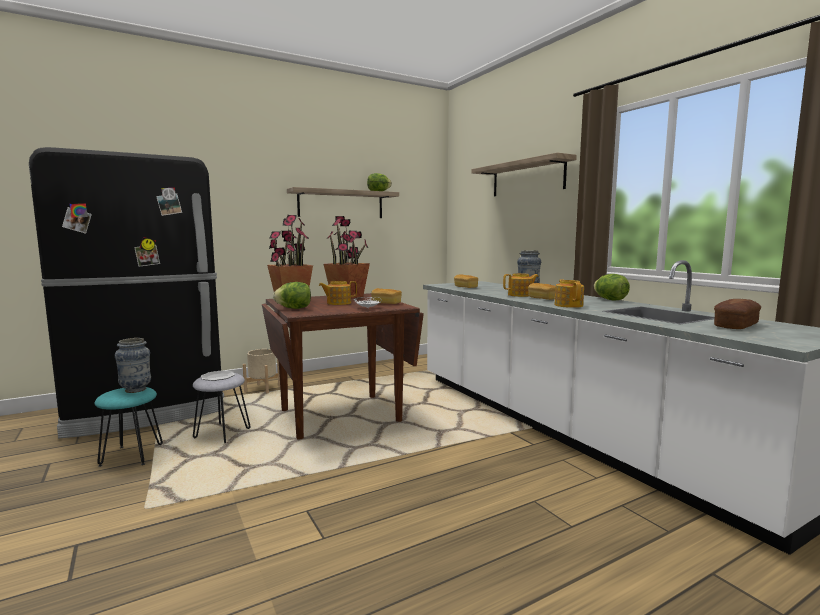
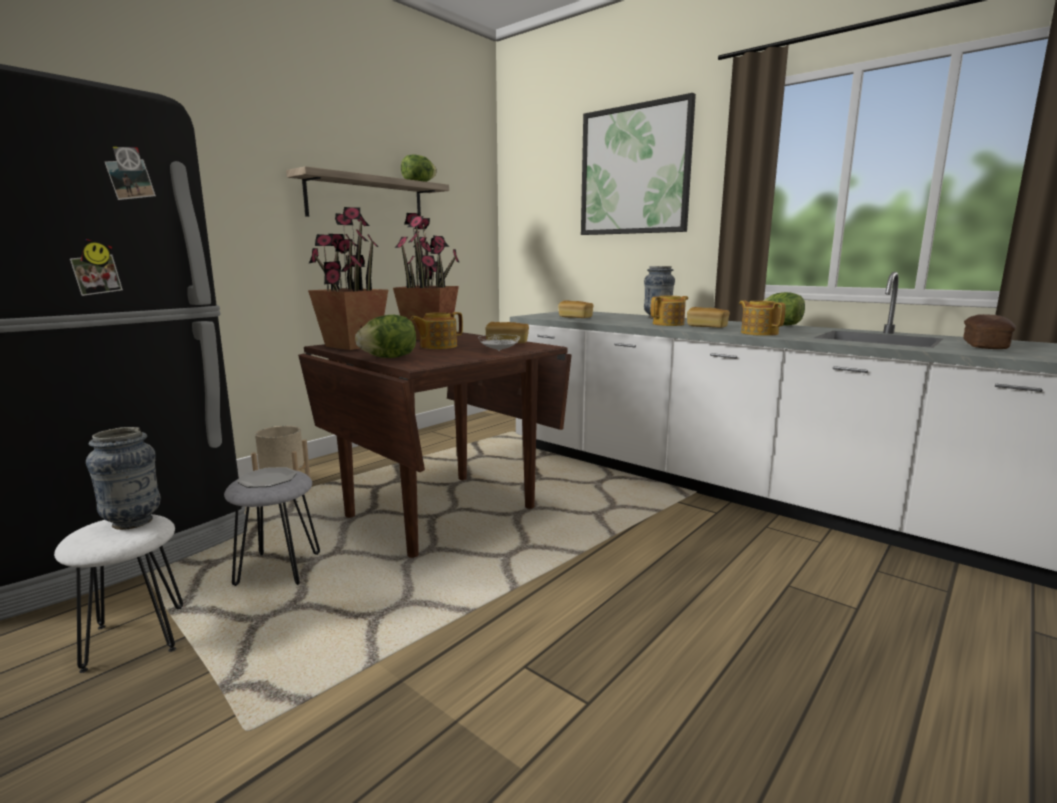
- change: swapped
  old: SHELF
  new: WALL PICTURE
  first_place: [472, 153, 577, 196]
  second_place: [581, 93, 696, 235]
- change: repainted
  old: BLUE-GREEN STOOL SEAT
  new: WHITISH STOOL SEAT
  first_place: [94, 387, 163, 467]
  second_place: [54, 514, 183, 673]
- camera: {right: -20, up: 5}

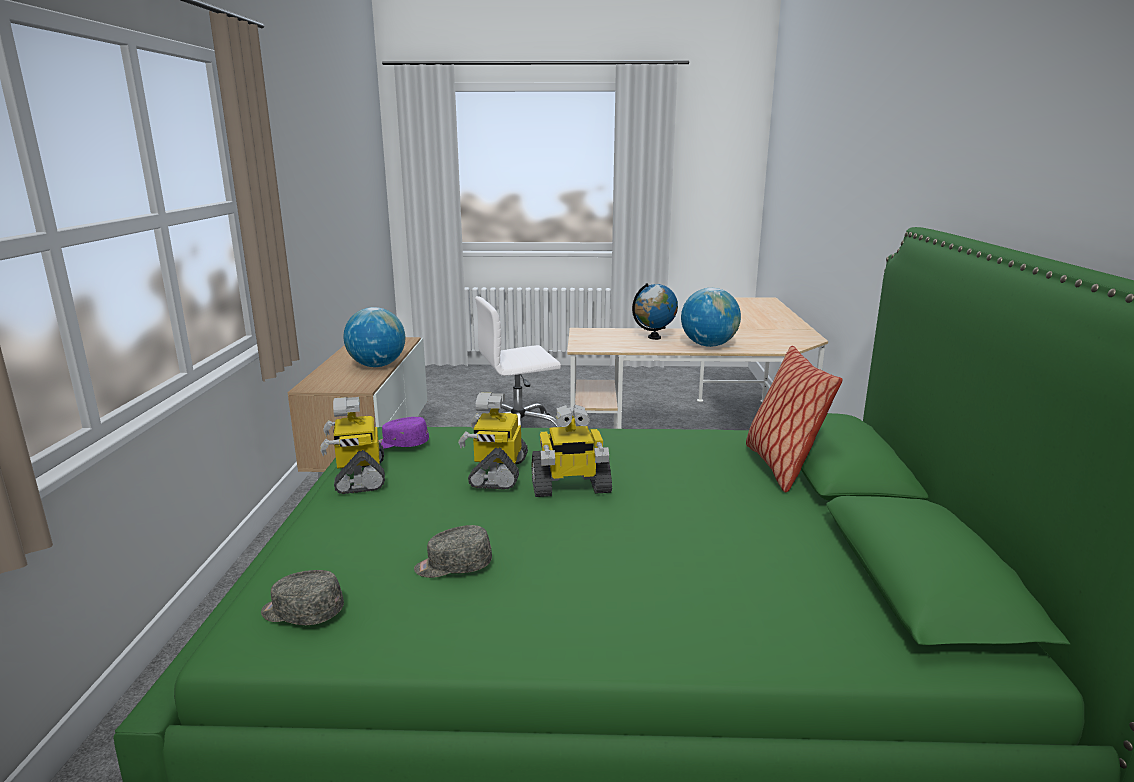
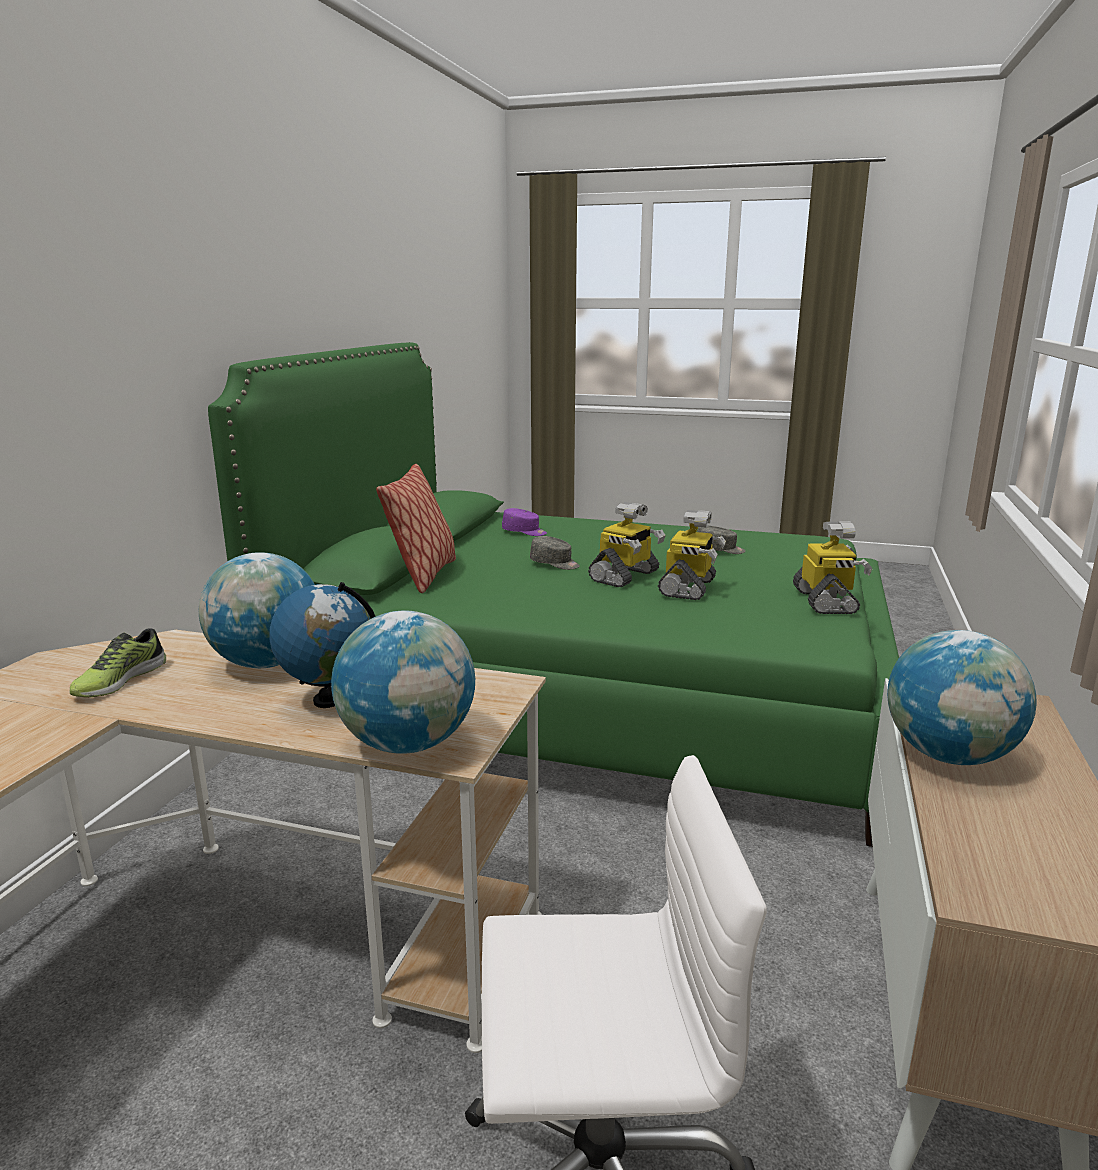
- change: new
  new: LOW SHOE
  second_place: [69, 628, 166, 697]
- change: new
  new: GLOBE
  second_place: [331, 611, 475, 754]
- change: shifted
  old: GREY PEAKED CAP
  first_place: [261, 570, 344, 625]
  second_place: [530, 536, 580, 570]
- change: shifted
  old: PURPLE-COLOURED PEAKED CAP
  first_place: [378, 417, 429, 449]
  second_place: [502, 508, 547, 536]
- change: rotated
  old: TOY ROBOT
  first_place: [531, 405, 612, 497]
  second_place: [588, 502, 665, 587]
  degrees: 120
- camera: {right: -165, up: 0}

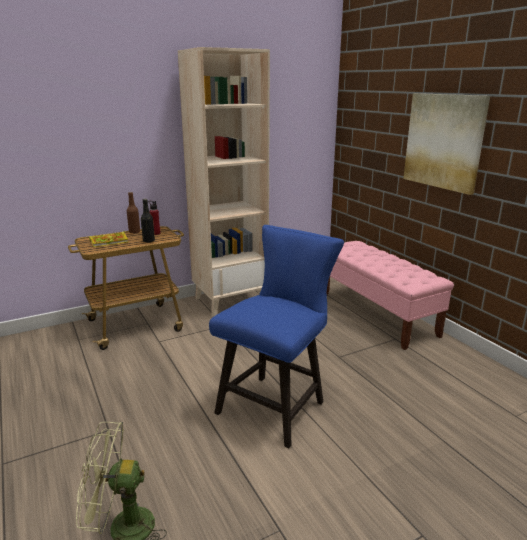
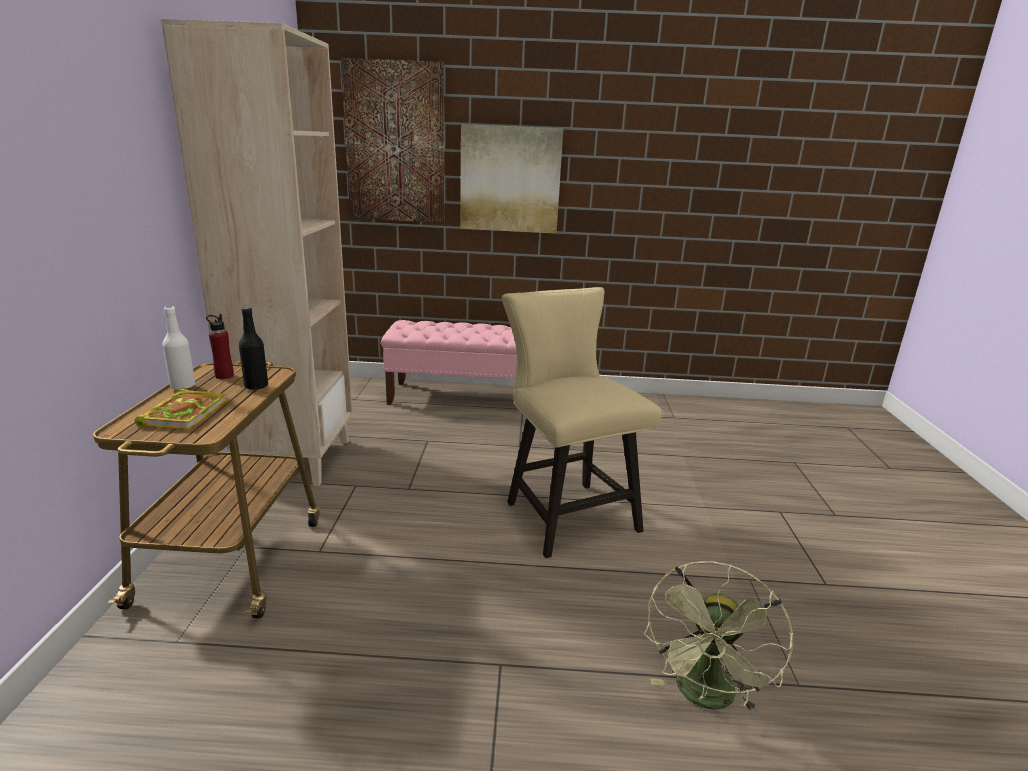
- change: new
  new: WALL PICTURE
  second_place: [341, 58, 444, 223]
- change: repainted
  old: BROWN DRINK BOTTLE
  new: WHITISH DRINK BOTTLE
  first_place: [127, 192, 140, 234]
  second_place: [162, 306, 195, 390]
- change: repainted
  old: BLUISH PLAIN CHAIR
  new: SAND-COLOURED PLAIN CHAIR
  first_place: [209, 225, 344, 448]
  second_place: [502, 287, 662, 558]
- camera: {right: -60, up: 0}

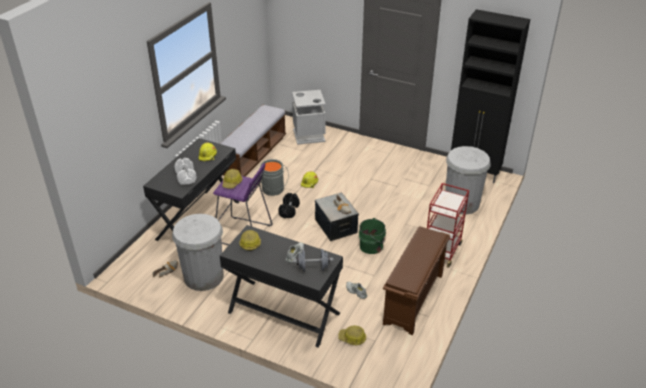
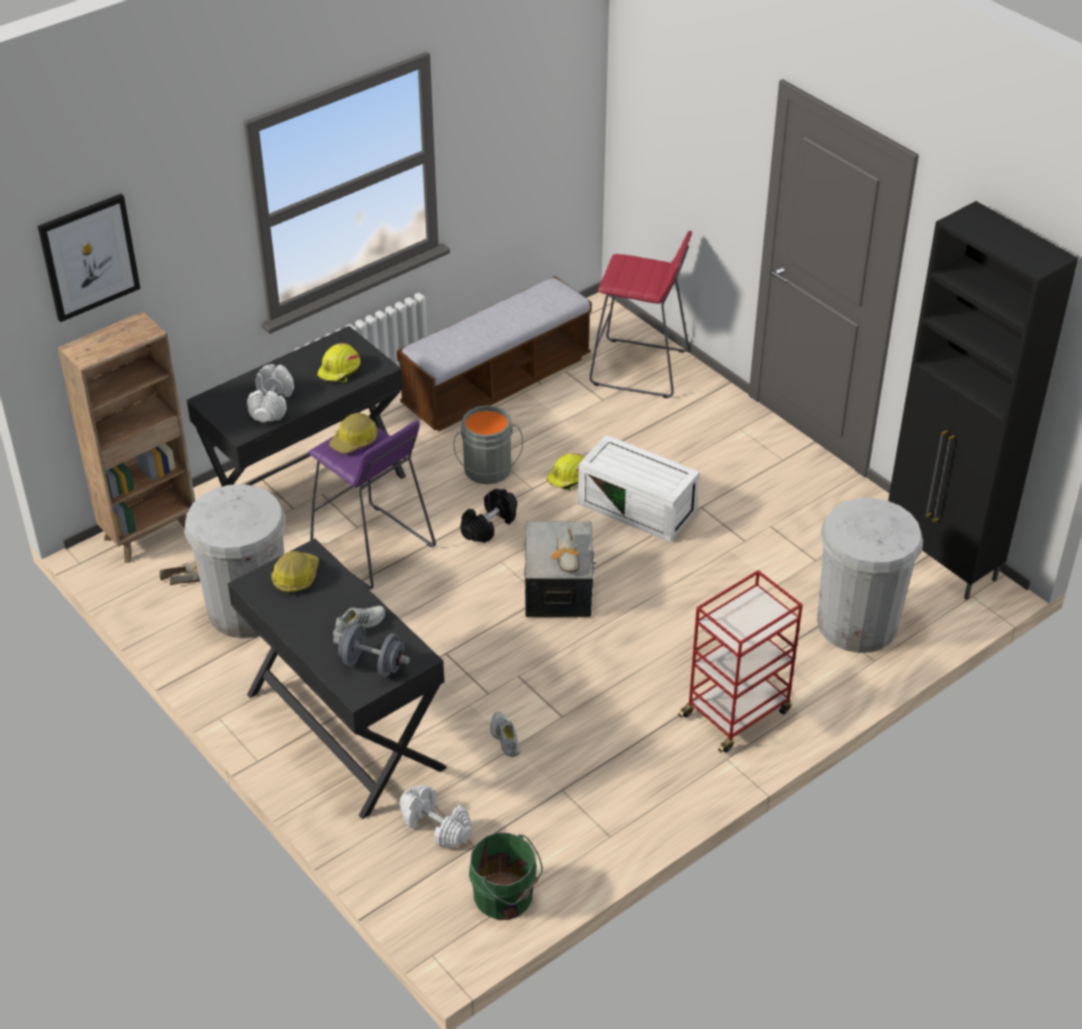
- change: gone
  old: BROWN SHOE STAND
  first_place: [383, 226, 450, 335]
- change: new
  new: WALL PICTURE
  second_place: [38, 194, 141, 322]
- change: new
  new: BROWN BOOKCASE
  second_place: [58, 311, 195, 563]
- change: new
  new: WHITISH STORAGE CONTAINER
  second_place: [578, 435, 700, 543]
- change: shifted
  old: GREEN WATER BUCKET
  first_place: [359, 218, 386, 254]
  second_place: [469, 832, 543, 920]
- change: swapped
  old: GREY RUBBISH BIN
  new: REDDISH STOOL SEAT
  first_place: [292, 90, 325, 145]
  second_place: [590, 231, 692, 398]
- change: swapped
  old: WORK HELMET
  new: WHITISH DUMBBELL
  first_place: [338, 326, 366, 346]
  second_place: [399, 785, 472, 848]
- camera: {right: 25, up: 5}

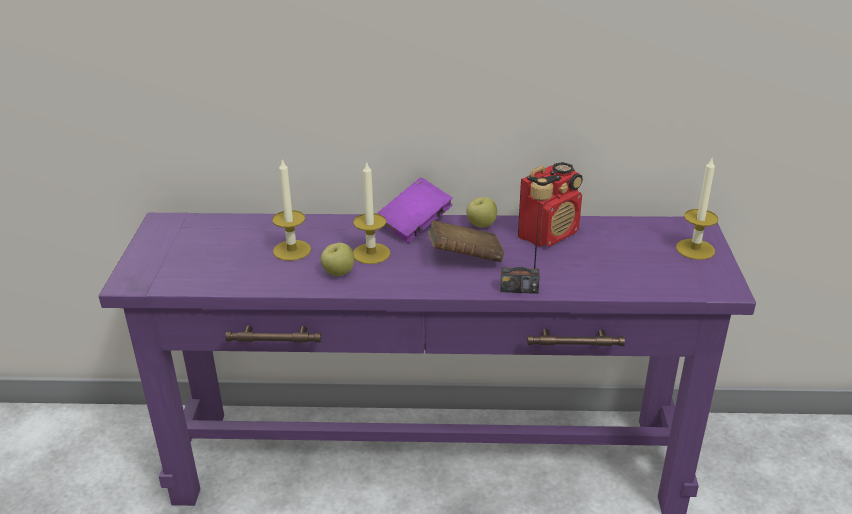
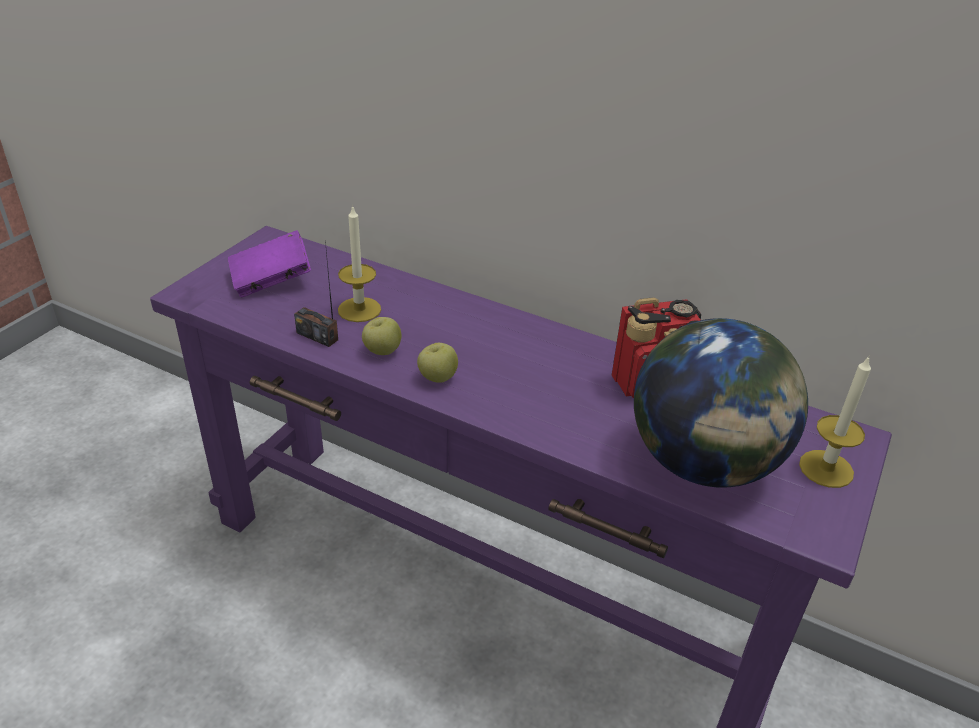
- change: gone
  old: WAX LIGHT
  first_place: [353, 161, 390, 264]
- change: gone
  old: BROWN BOUND BOOK
  first_place: [428, 220, 504, 262]
- change: new
  new: GLOBE
  second_place: [634, 318, 808, 488]
- change: shifted
  old: PURPLE-COLOURED BOUND BOOK
  first_place: [376, 177, 453, 243]
  second_place: [228, 230, 311, 297]
- change: shifted
  old: APPLE FRUIT
  first_place: [466, 197, 497, 228]
  second_place: [417, 343, 458, 383]
- change: shifted
  old: RADIO SET
  first_place: [500, 197, 540, 294]
  second_place: [294, 241, 338, 347]
- camera: {right: 25, up: 5}

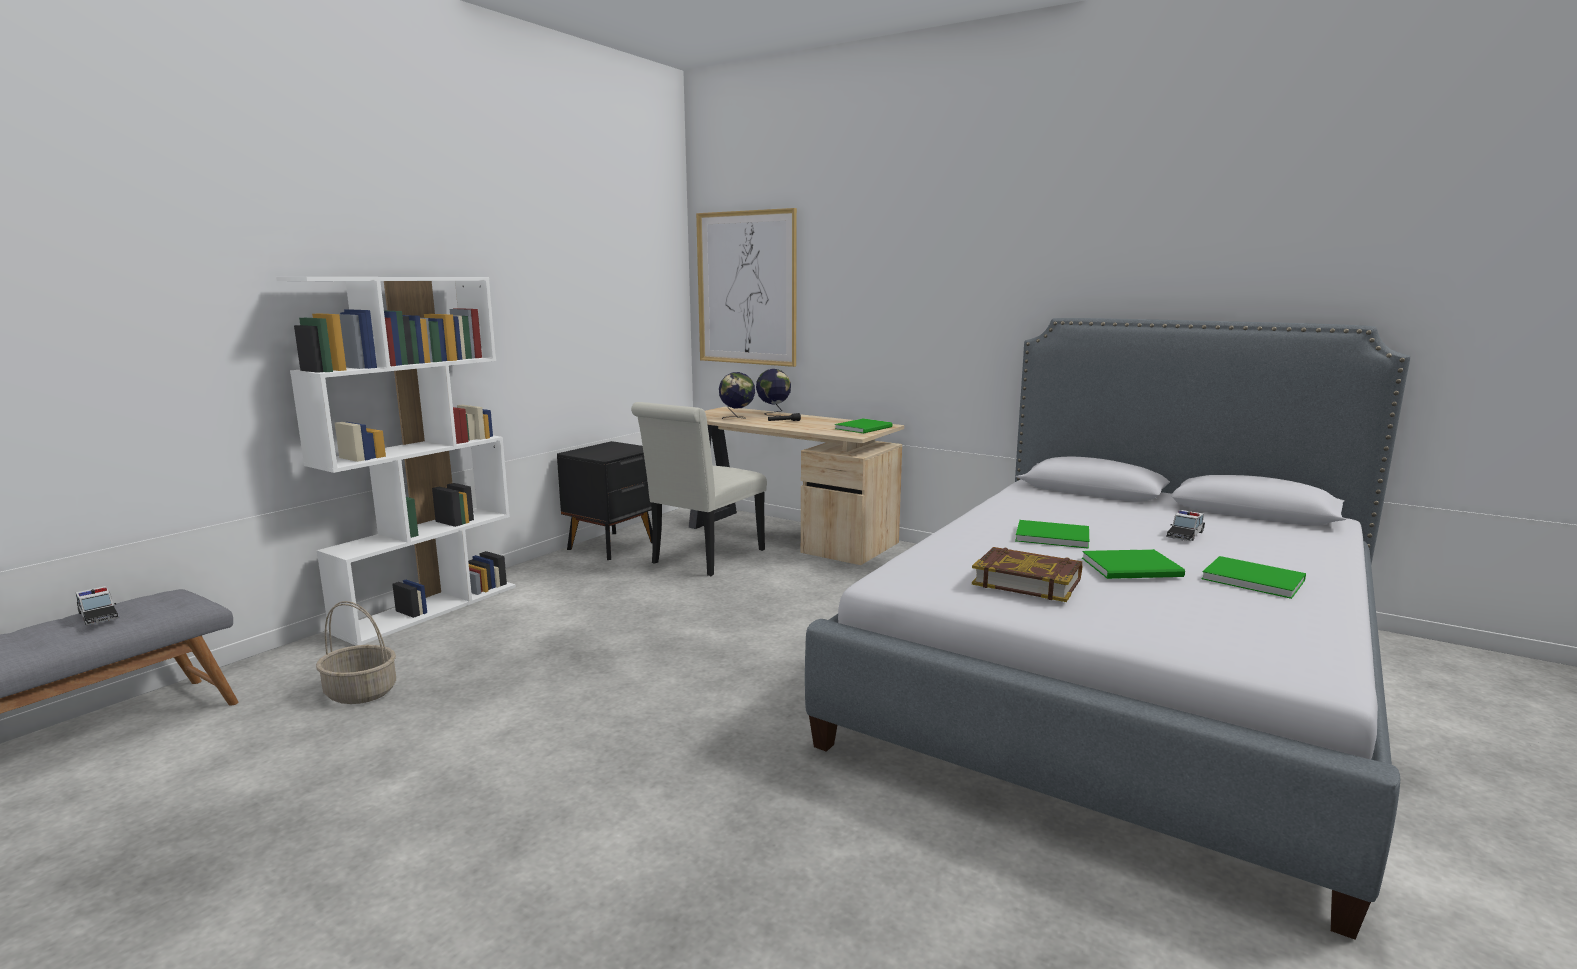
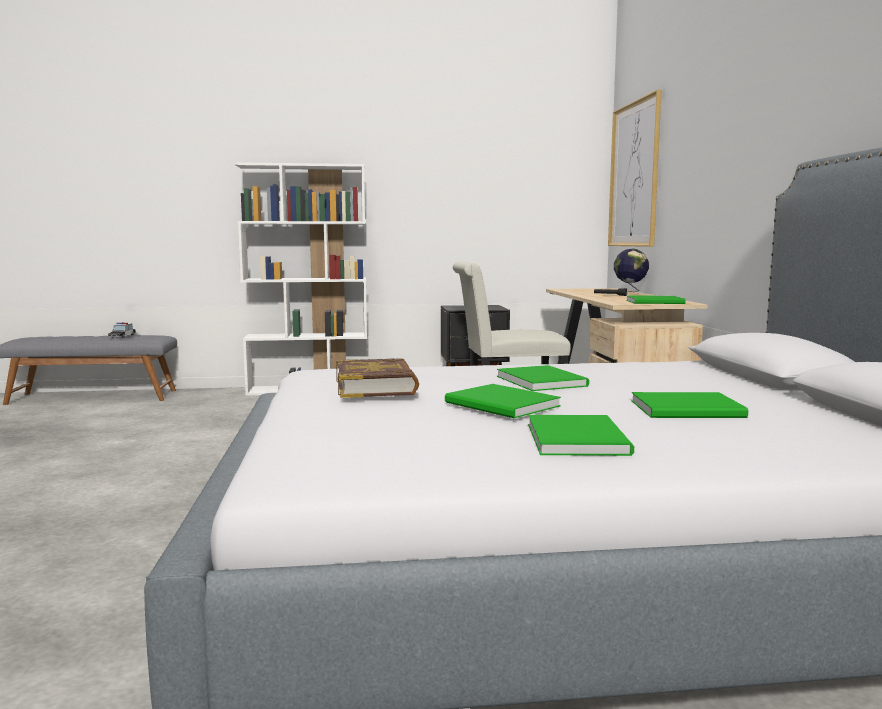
- change: gone
  old: HOUSEHOLD BASKET
  first_place: [316, 601, 396, 704]
- change: gone
  old: GLOBE
  first_place: [719, 372, 755, 419]
- change: swapped
  old: TOY CAR
  new: GREEN BOUND BOOK
  first_place: [1166, 510, 1205, 541]
  second_place: [631, 392, 748, 418]
- camera: {right: 50, up: -5}

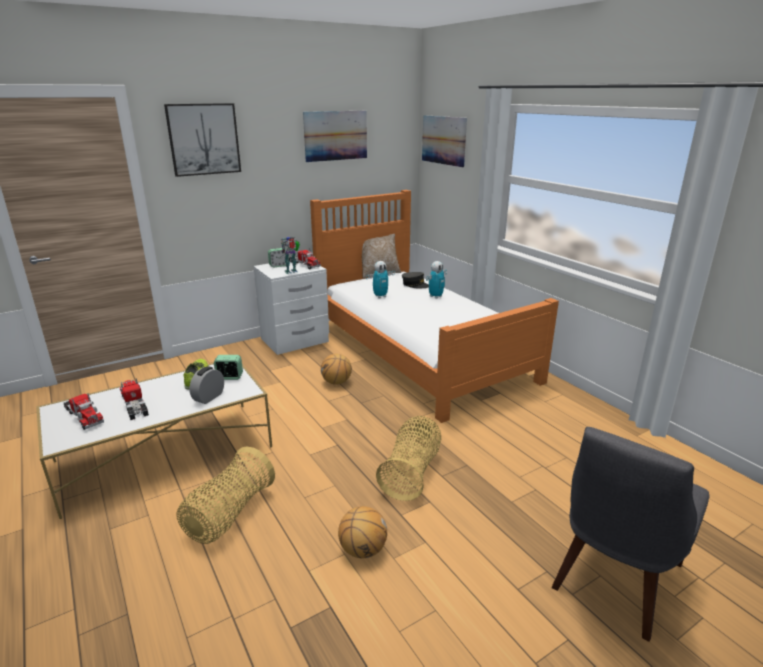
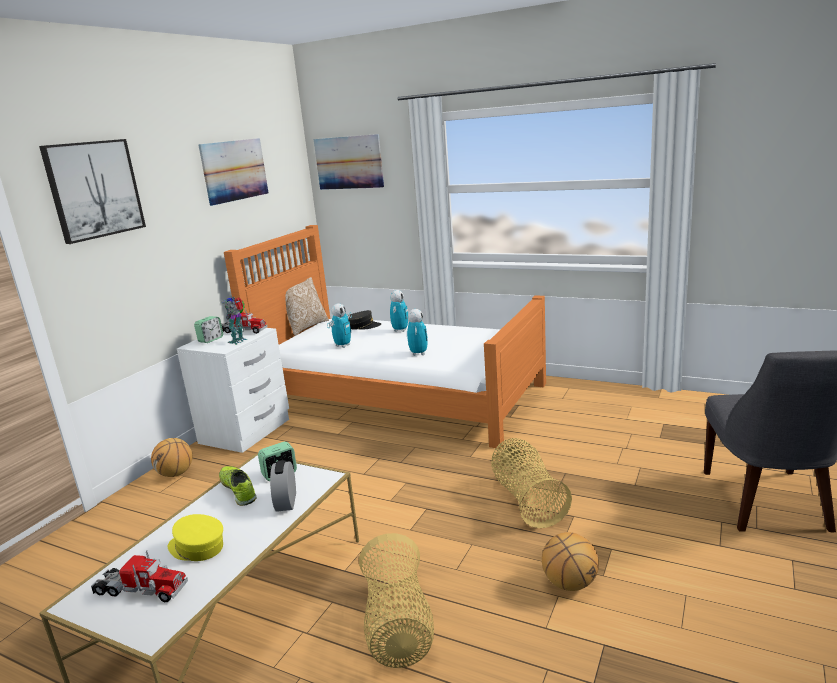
- change: new
  new: TOY ROBOT
  second_place: [407, 309, 428, 356]
- change: shifted
  old: BASKETBALL BALL
  first_place: [321, 354, 352, 385]
  second_place: [151, 438, 192, 477]
- change: swapped
  old: TOY TRUCK
  new: YELLOW-COLOURED PEAKED CAP
  first_place: [120, 378, 149, 420]
  second_place: [168, 514, 223, 561]
- camera: {right: -30, up: -5}

